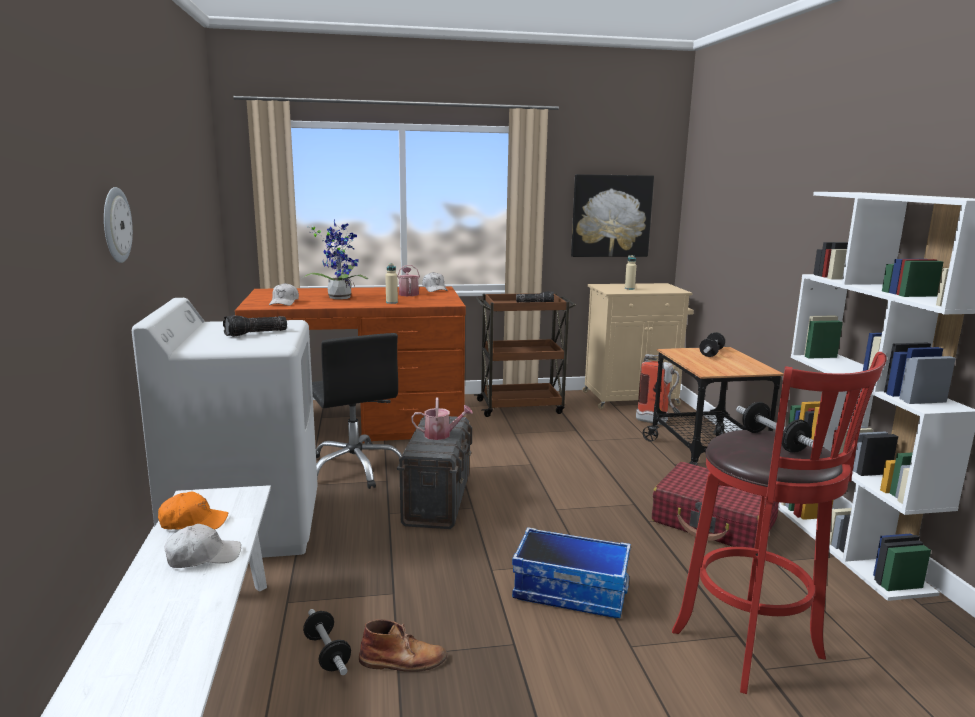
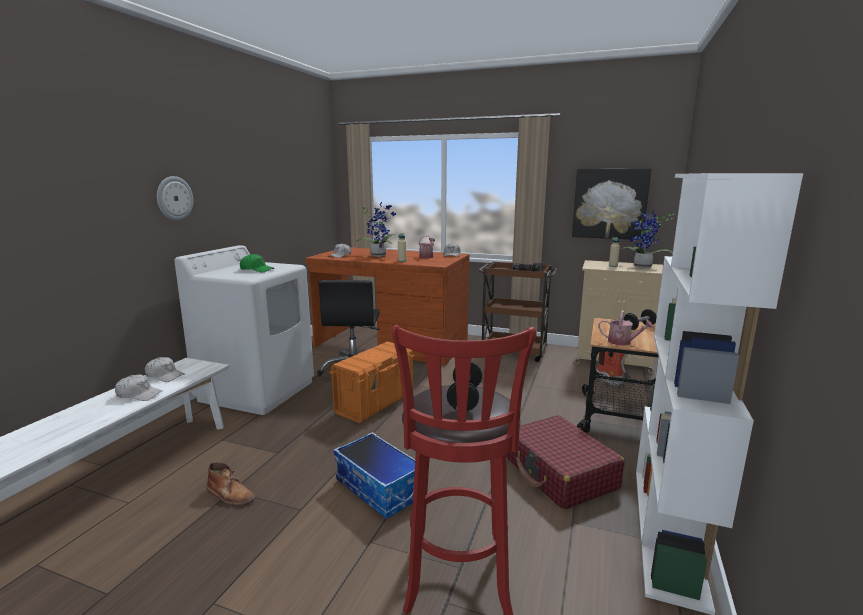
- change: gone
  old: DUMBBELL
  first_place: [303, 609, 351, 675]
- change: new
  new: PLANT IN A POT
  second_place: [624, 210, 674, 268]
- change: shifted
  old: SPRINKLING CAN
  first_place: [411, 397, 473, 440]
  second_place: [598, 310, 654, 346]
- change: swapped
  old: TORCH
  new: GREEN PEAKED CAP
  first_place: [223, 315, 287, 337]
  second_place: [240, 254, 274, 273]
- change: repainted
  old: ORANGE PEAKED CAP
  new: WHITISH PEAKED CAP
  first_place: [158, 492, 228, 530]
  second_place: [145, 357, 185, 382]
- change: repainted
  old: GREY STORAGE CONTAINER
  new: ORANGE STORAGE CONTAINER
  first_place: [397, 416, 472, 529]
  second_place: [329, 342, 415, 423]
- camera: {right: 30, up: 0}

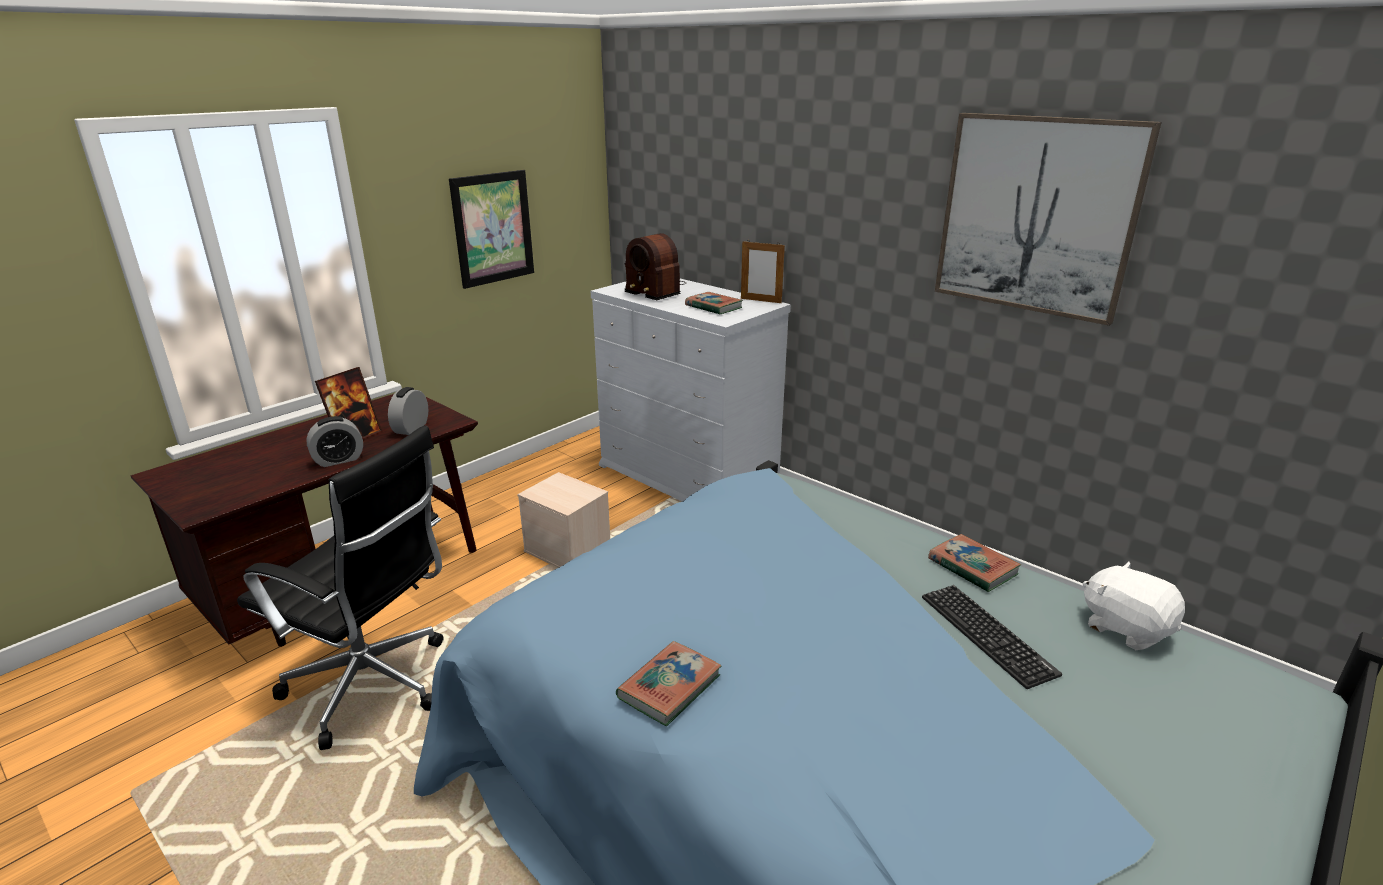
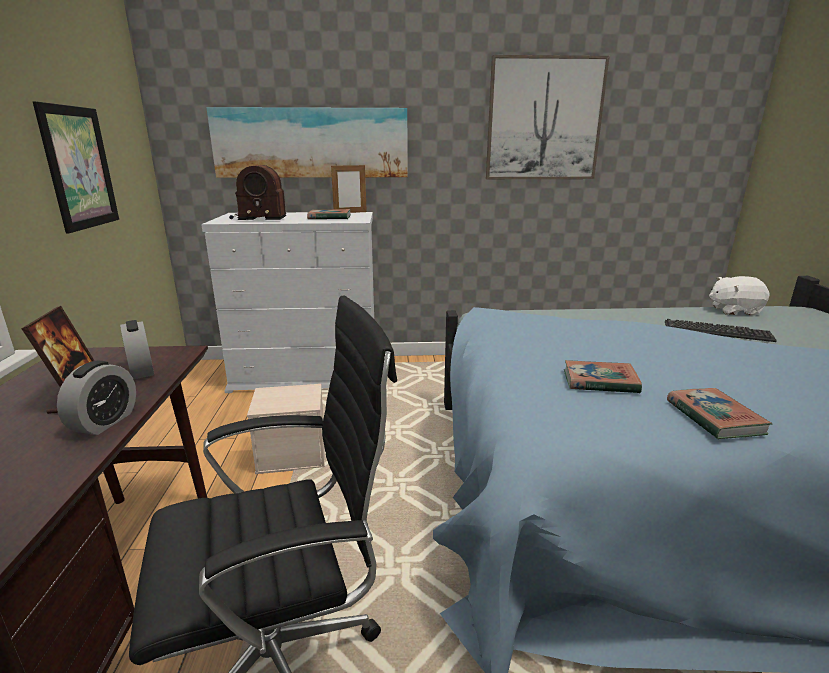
- change: new
  new: WALL PICTURE
  second_place: [206, 107, 408, 178]
- change: shifted
  old: BOUND BOOK
  first_place: [928, 534, 1021, 592]
  second_place: [564, 360, 642, 393]
- camera: {right: -45, up: -5}

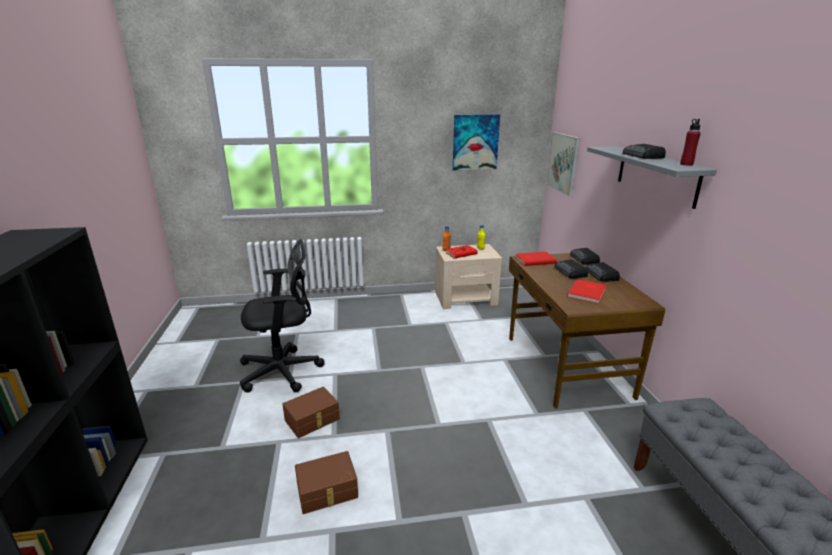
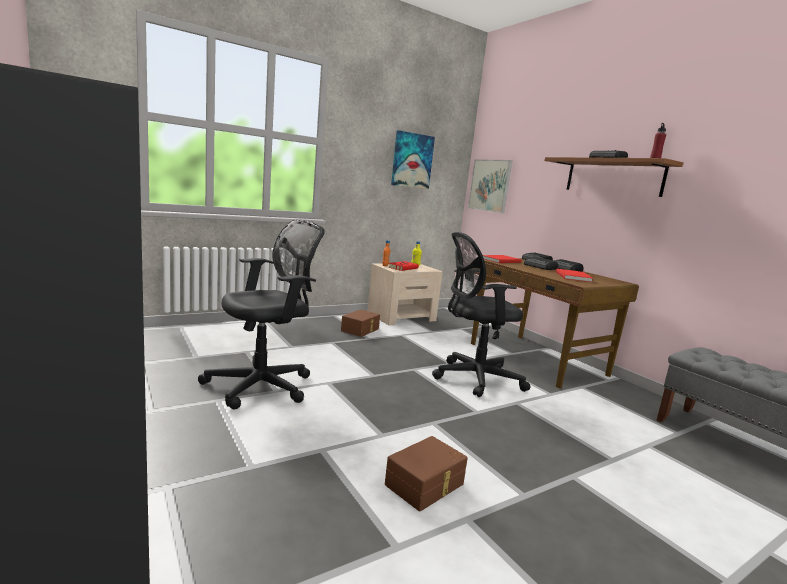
- change: new
  new: BLACK-COLOURED OFFICE CHAIR
  second_place: [432, 232, 531, 397]
- change: shifted
  old: BROWN STORAGE CONTAINER
  first_place: [283, 387, 340, 438]
  second_place: [341, 309, 380, 337]
- change: repainted
  old: GREY SHELF
  new: BROWN SHELF
  first_place: [587, 146, 717, 209]
  second_place: [545, 157, 683, 197]
- camera: {right: -25, up: -10}

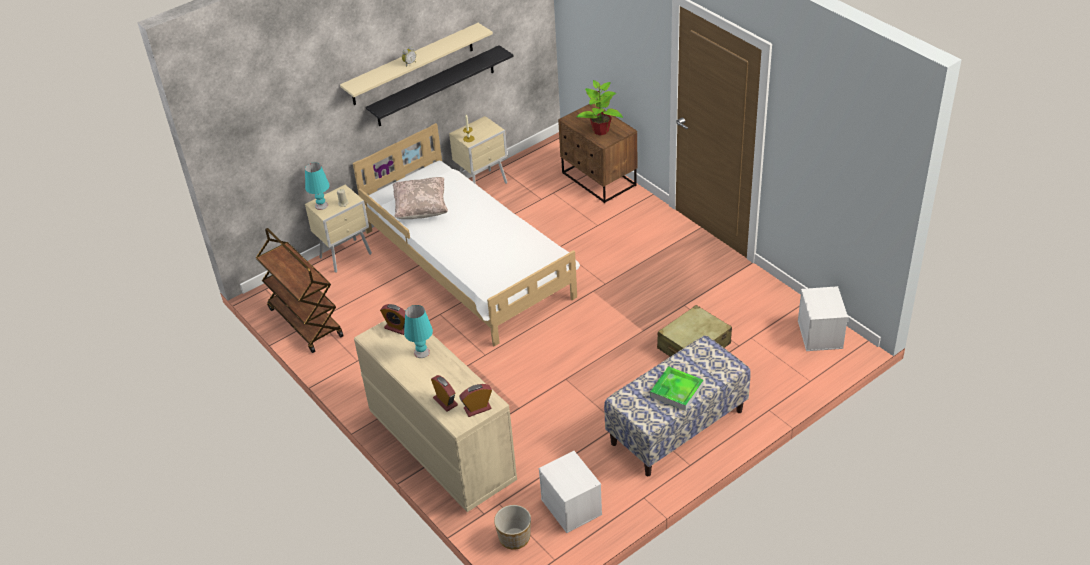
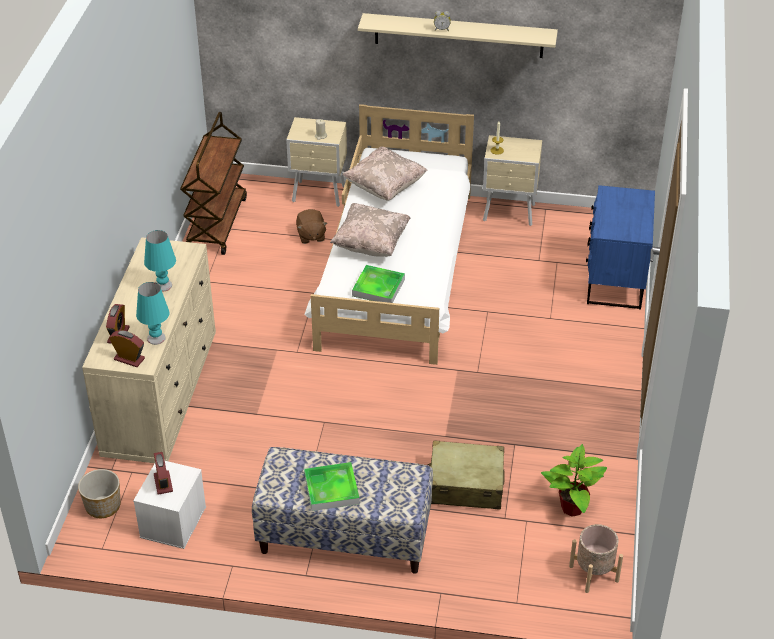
- change: gone
  old: BLACK-COLOURED SHELF
  first_place: [366, 45, 514, 126]
- change: new
  new: BROWN PLUSH TOY
  second_place: [296, 209, 328, 244]
- change: new
  new: SAND-COLOURED CUSHION
  second_place: [330, 203, 410, 257]
- change: new
  new: TRAY
  second_place: [352, 265, 405, 303]
- change: shifted
  old: BLUE-GREEN LAMP FOR A TABLE
  first_place: [305, 162, 329, 210]
  second_place: [136, 282, 169, 345]
- change: shifted
  old: ALARM CLOCK
  first_place: [380, 304, 405, 335]
  second_place: [154, 452, 173, 495]
- change: shifted
  old: PLANT IN A POT
  first_place: [576, 80, 623, 135]
  second_place: [541, 444, 607, 517]
- change: swapped
  old: WHITISH STORAGE CONTAINER
  new: SAND-COLOURED PLANT POT
  first_place: [798, 286, 848, 351]
  second_place: [569, 524, 623, 593]
- change: repainted
  old: BROWN BEDSIDE TABLE
  new: BLUISH BEDSIDE TABLE
  first_place: [558, 104, 637, 203]
  second_place: [586, 185, 655, 310]
- camera: {right: 45, up: 0}

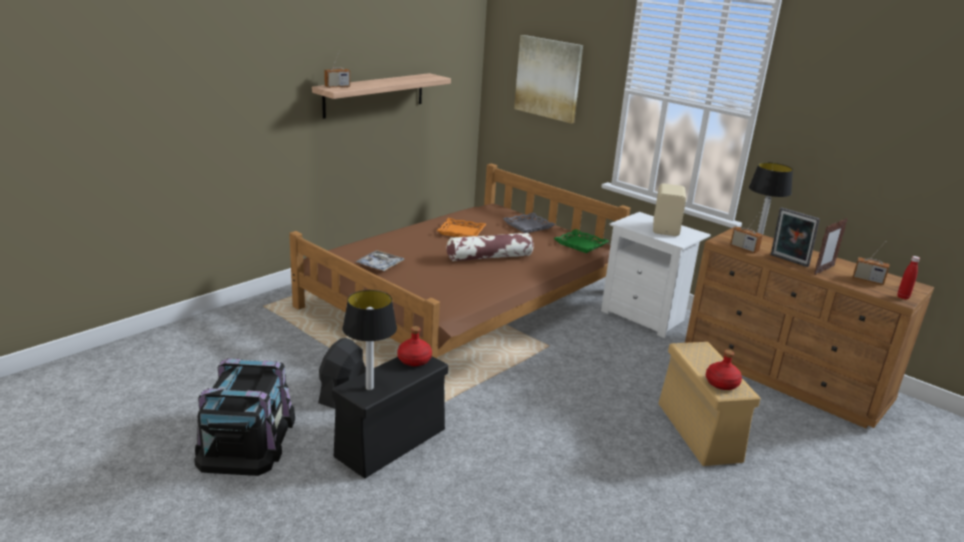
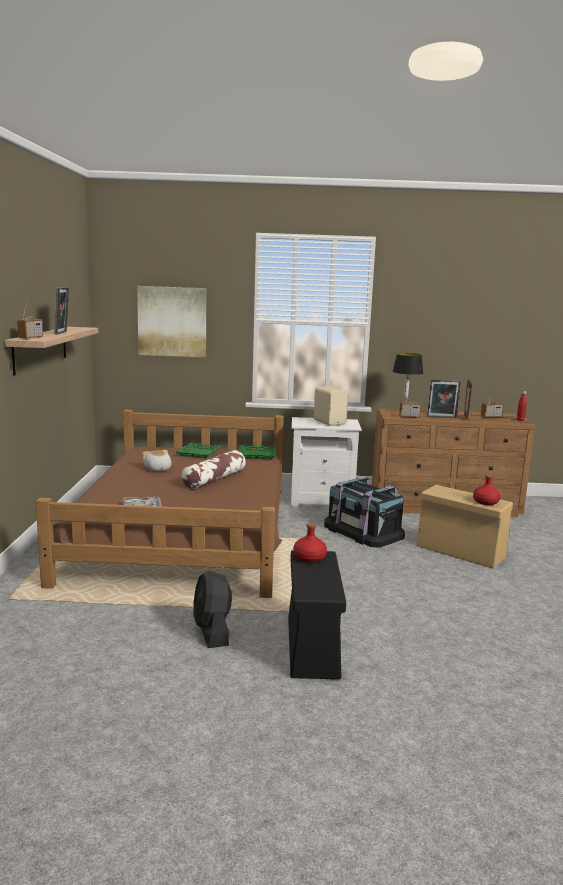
- change: gone
  old: LAMP FOR A TABLE
  first_place: [342, 290, 397, 390]
- change: new
  new: PICTURE FRAME
  second_place: [54, 287, 69, 335]
- change: shifted
  old: BLACK-COLOURED STORAGE CONTAINER
  first_place: [194, 358, 295, 476]
  second_place: [324, 477, 405, 548]
- change: swapped
  old: ORANGE TRAY
  new: PLUSH TOY
  first_place: [437, 218, 486, 237]
  second_place: [142, 450, 172, 471]
- change: repainted
  old: GREY TRAY
  new: GREEN TRAY
  first_place: [503, 213, 556, 233]
  second_place: [176, 442, 221, 458]
- camera: {right: -40, up: -10}

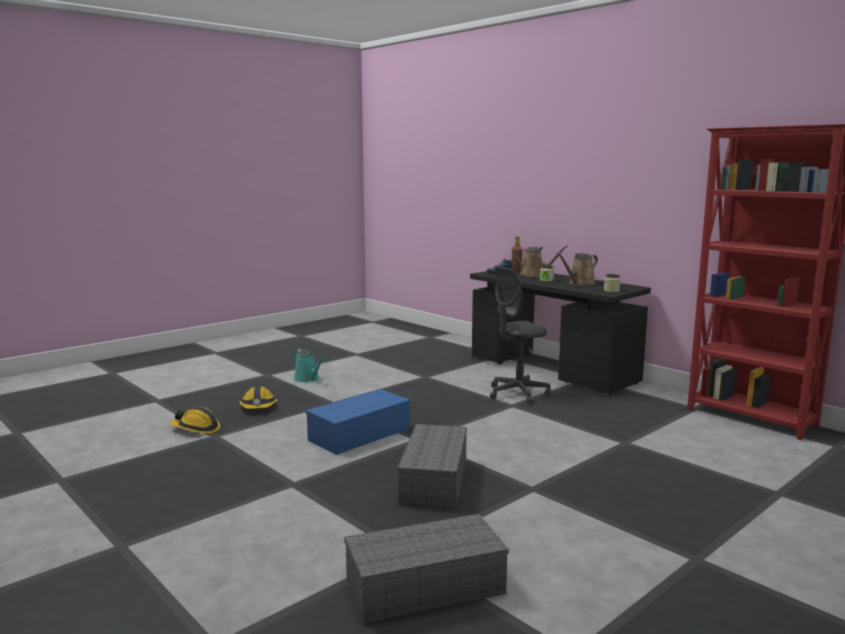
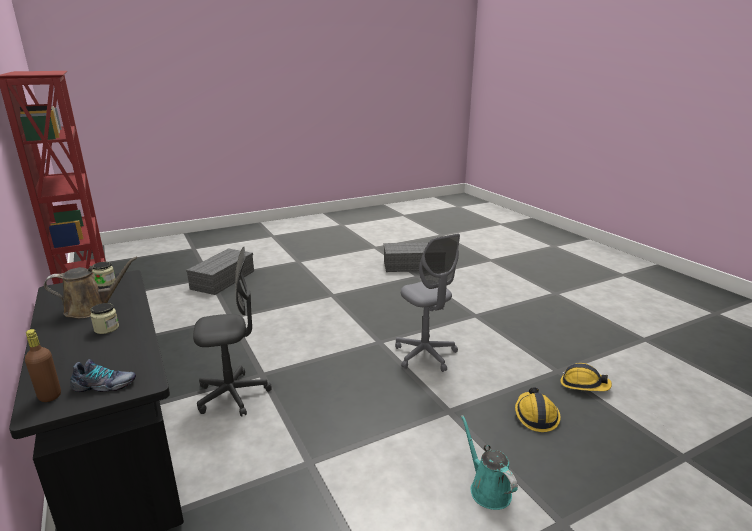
- change: gone
  old: BROWN SPRINKLING CAN
  first_place: [514, 245, 568, 277]
- change: shifted
  old: GREY STORAGE CONTAINER
  first_place: [397, 424, 467, 508]
  second_place: [186, 249, 254, 295]
- change: swapped
  old: BLUISH STORAGE CONTAINER
  new: GREY OFFICE CHAIR
  first_place: [306, 389, 410, 455]
  second_place: [395, 234, 460, 372]
- camera: {right: -165, up: 10}

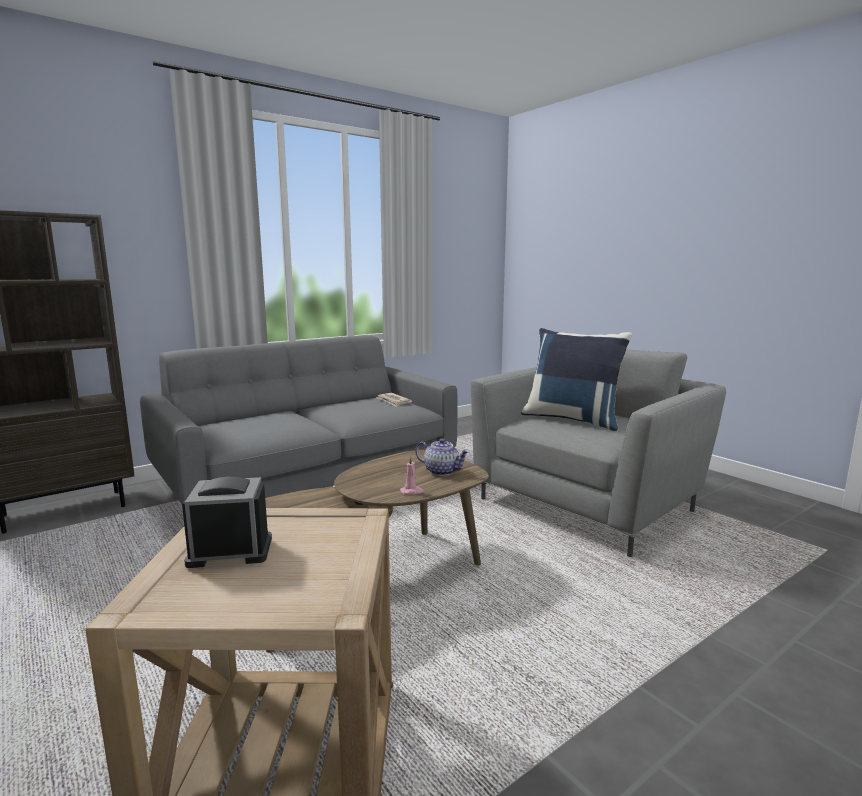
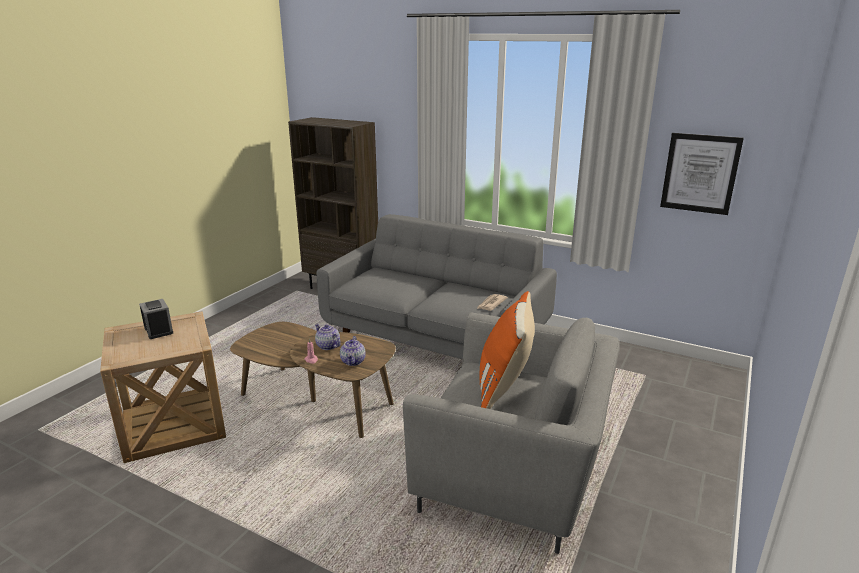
- change: new
  new: TEA POT
  second_place: [315, 324, 341, 350]
- change: new
  new: WALL PICTURE
  second_place: [660, 133, 744, 215]
- change: repainted
  old: BLUISH CUSHION
  new: ORANGE CUSHION
  first_place: [521, 328, 632, 431]
  second_place: [480, 291, 535, 409]
- camera: {right: 65, up: 10}

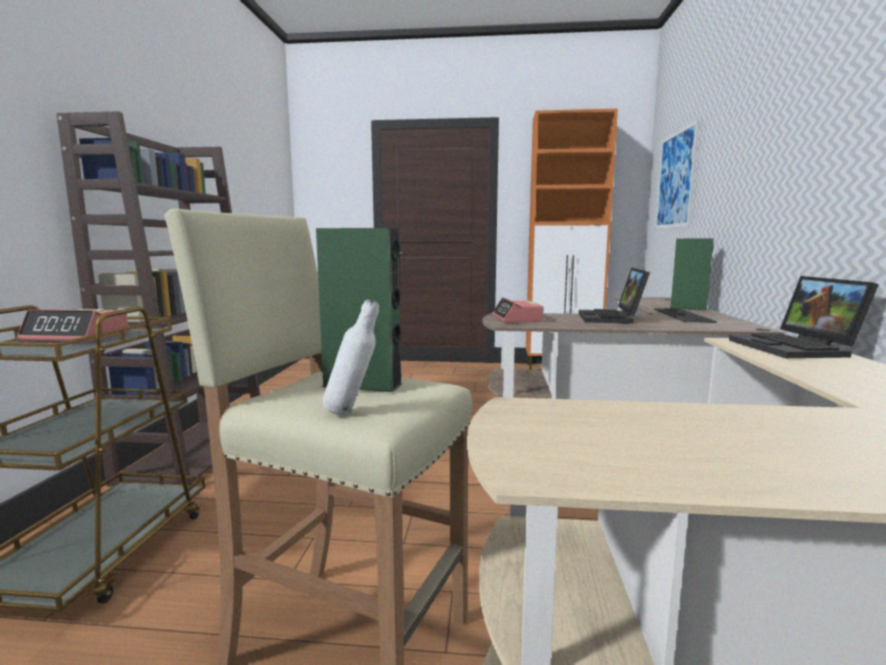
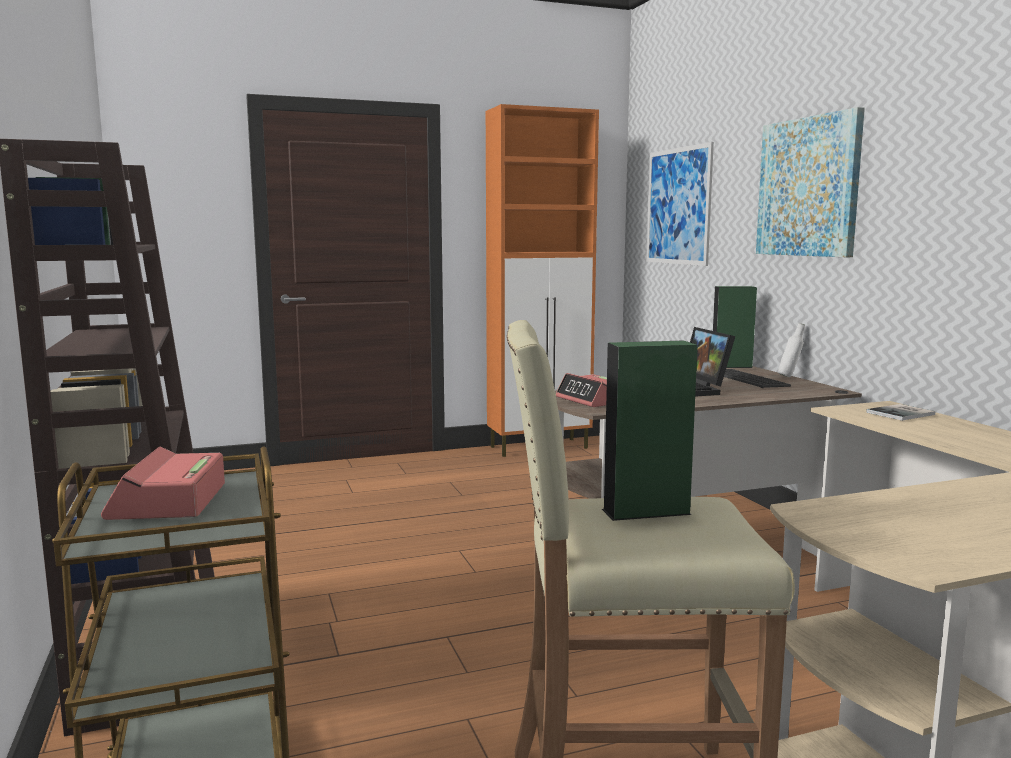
- change: new
  new: WALL PICTURE
  second_place: [756, 107, 865, 257]
- change: shifted
  old: WHITISH DRINK BOTTLE
  first_place: [323, 299, 379, 415]
  second_place: [778, 323, 805, 377]
- change: swapped
  old: LAPTOP
  new: BOUND BOOK
  first_place: [729, 276, 879, 358]
  second_place: [866, 404, 935, 421]
- change: rotated
  old: ALARM CLOCK
  first_place: [17, 309, 129, 342]
  second_place: [101, 446, 225, 520]
  degrees: 105
- camera: {right: -25, up: 0}

